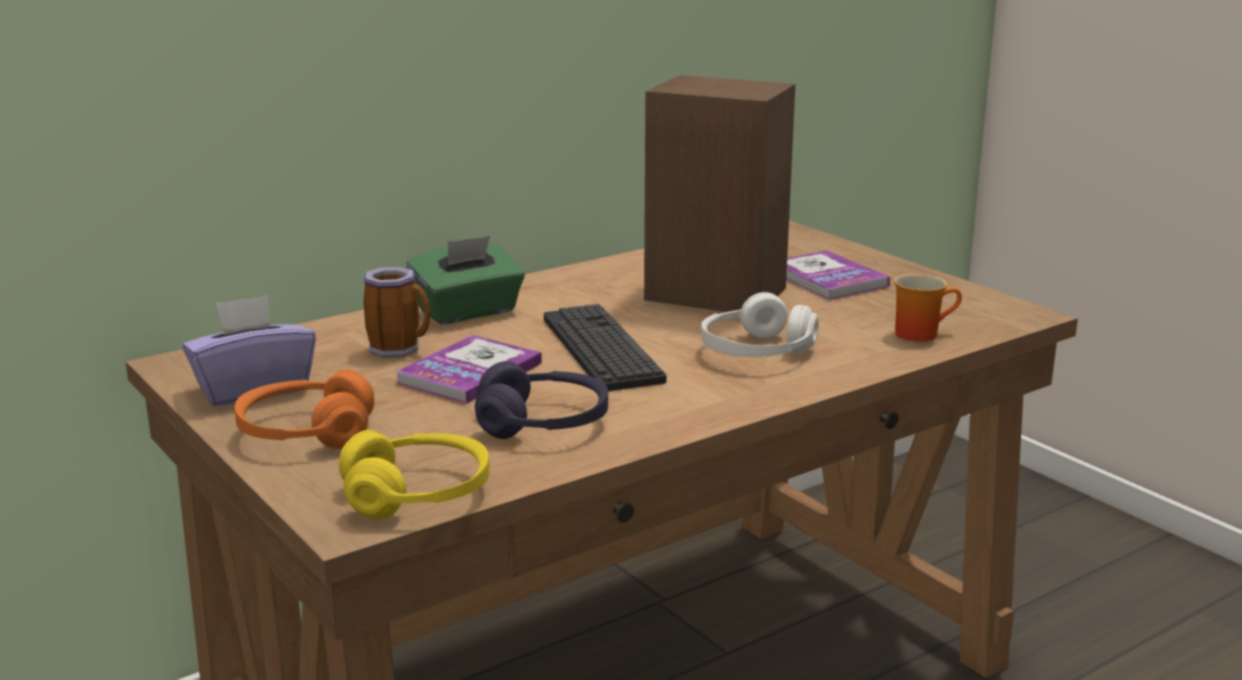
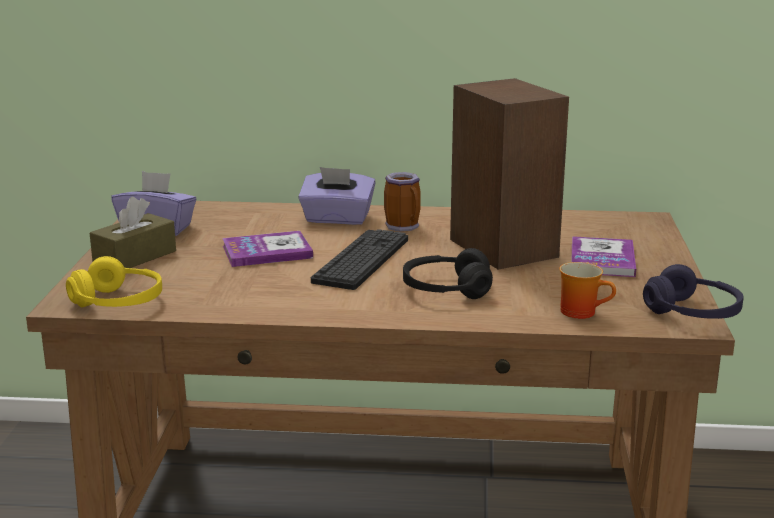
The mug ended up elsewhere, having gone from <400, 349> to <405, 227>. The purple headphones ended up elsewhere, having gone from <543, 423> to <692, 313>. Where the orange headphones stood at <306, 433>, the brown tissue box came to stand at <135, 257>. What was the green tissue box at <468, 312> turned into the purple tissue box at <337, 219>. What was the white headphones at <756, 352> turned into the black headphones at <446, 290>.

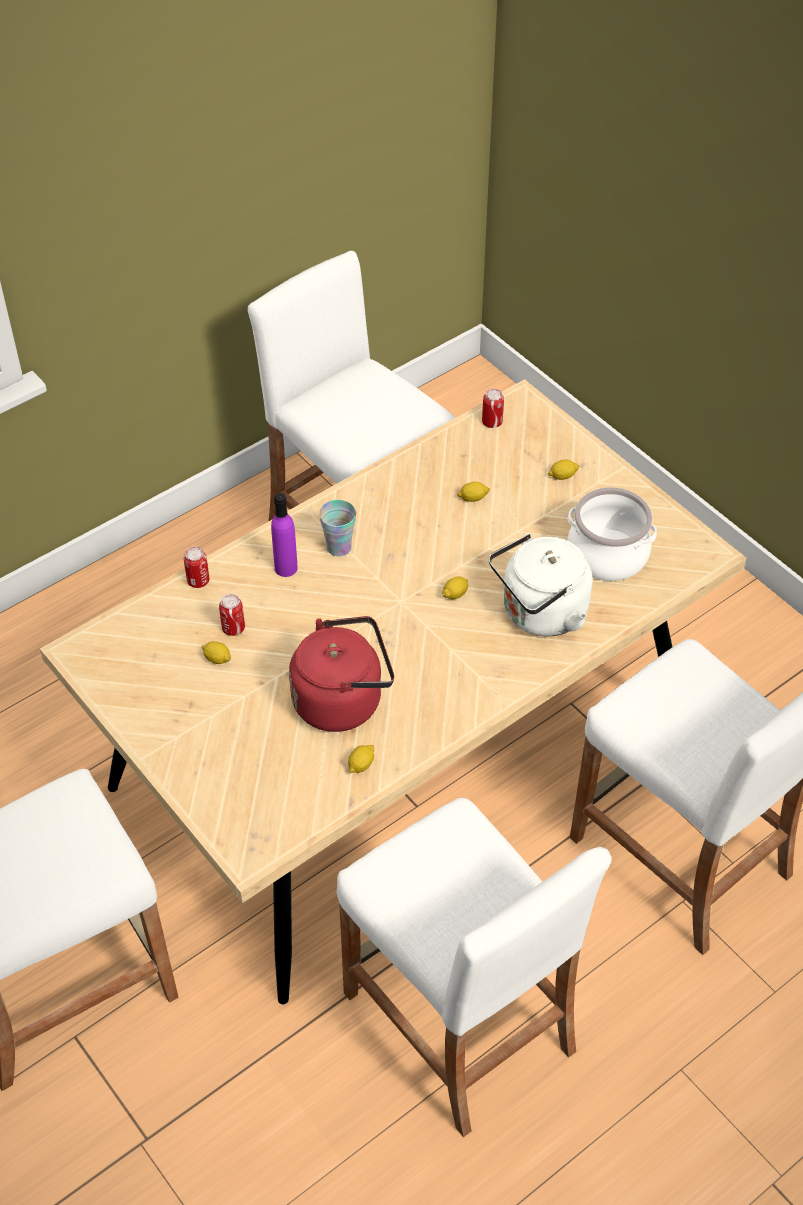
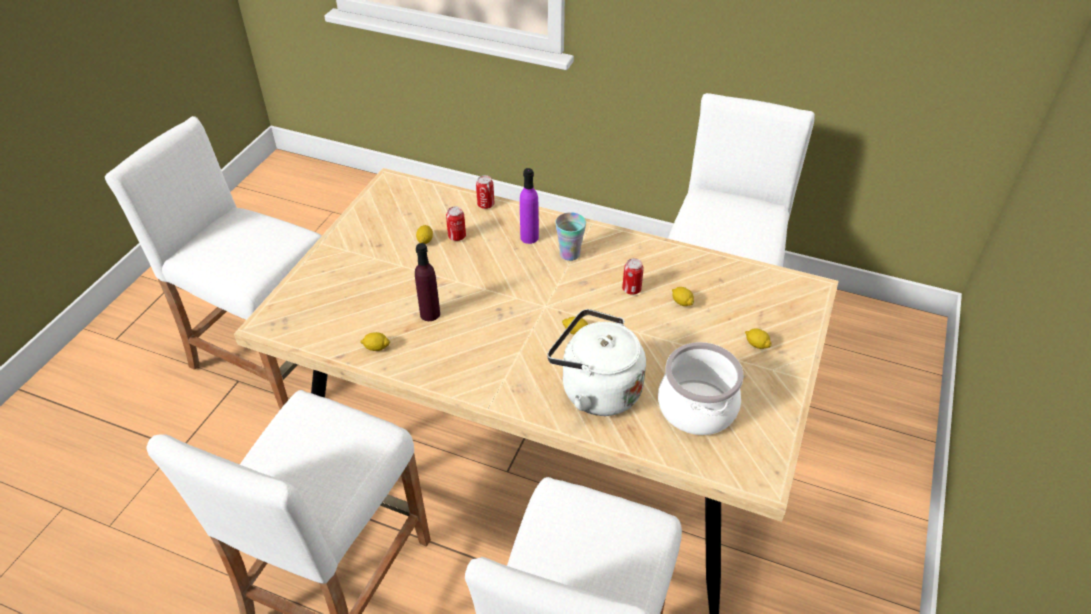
The can ended up elsewhere, having gone from <492, 422> to <631, 289>. Where the red kettle stood at <343, 700>, the purple bottle came to stand at <430, 314>.

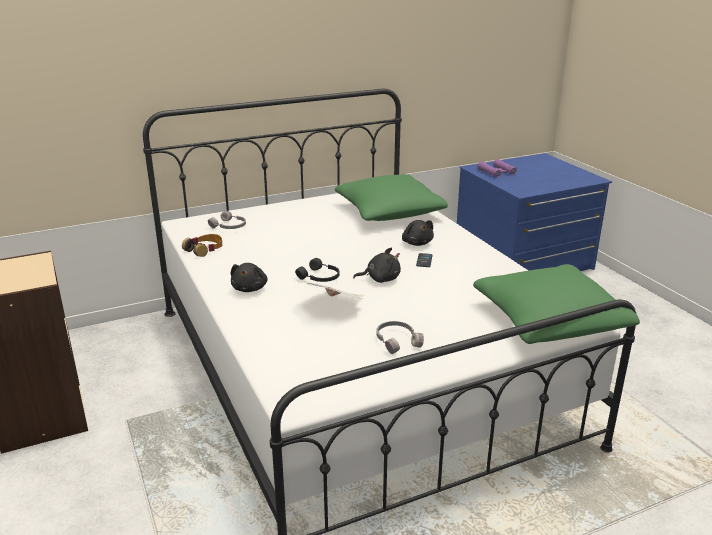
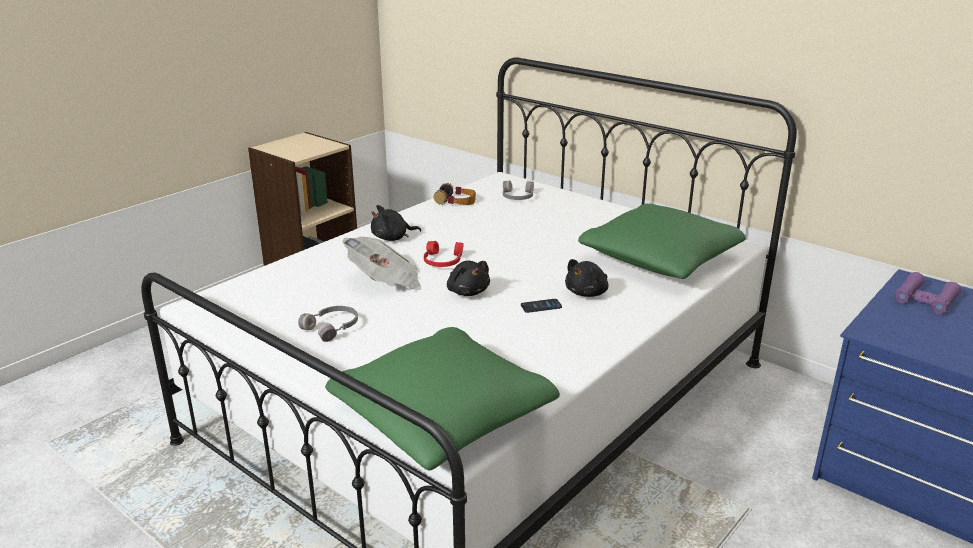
What was the black headphones at <319, 278> turned into the red headphones at <442, 261>.

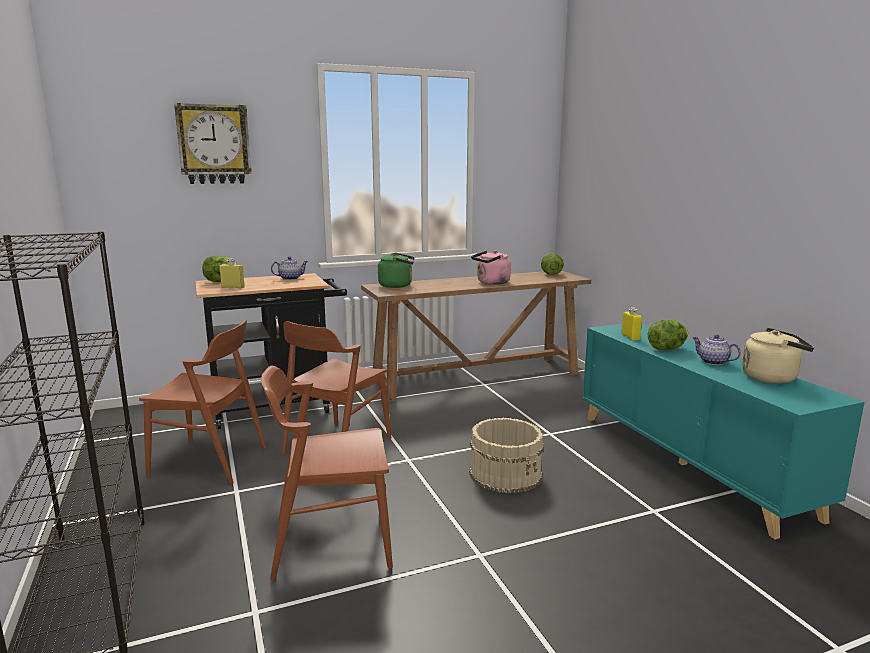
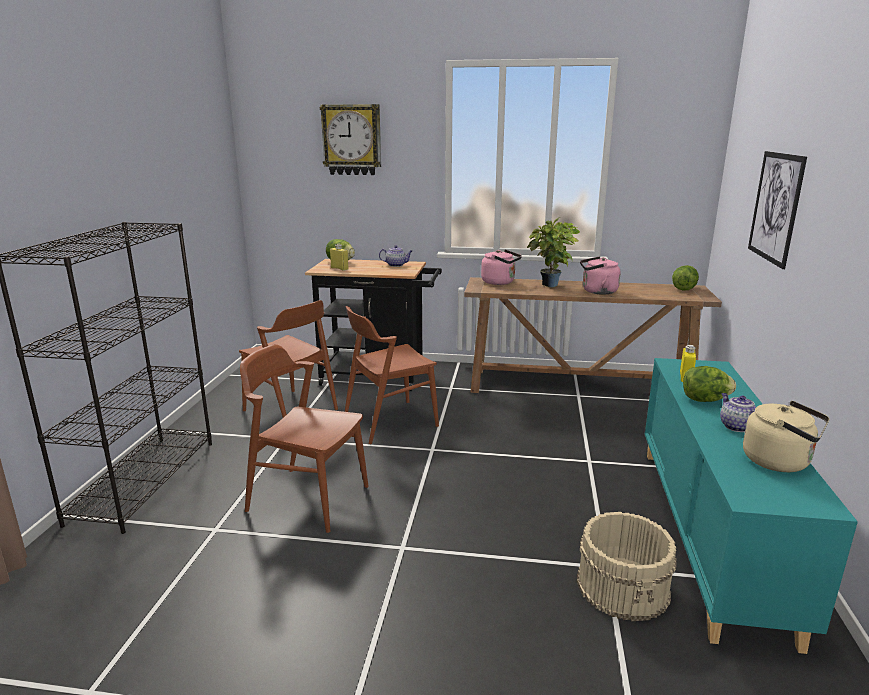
The second view gained the potted plant at <551, 286>. The second view gained the picture at <775, 207>. The beige bucket ended up elsewhere, having gone from <506, 474> to <623, 586>. What was the green kettle at <397, 285> turned into the pink kettle at <500, 282>.

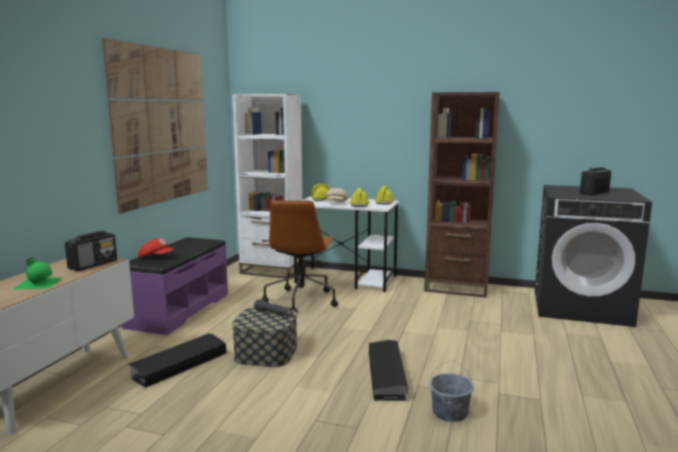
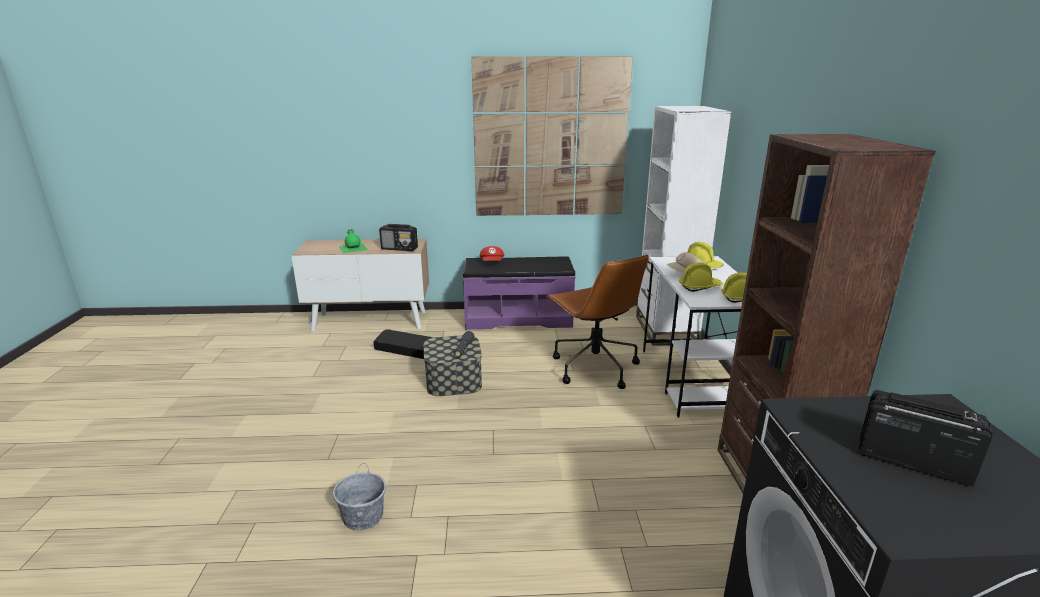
The second view lost the black storage box at <386, 375>. The brown office chair at <301, 300> ended up facing another way, 105 degrees counterclockwise from before.

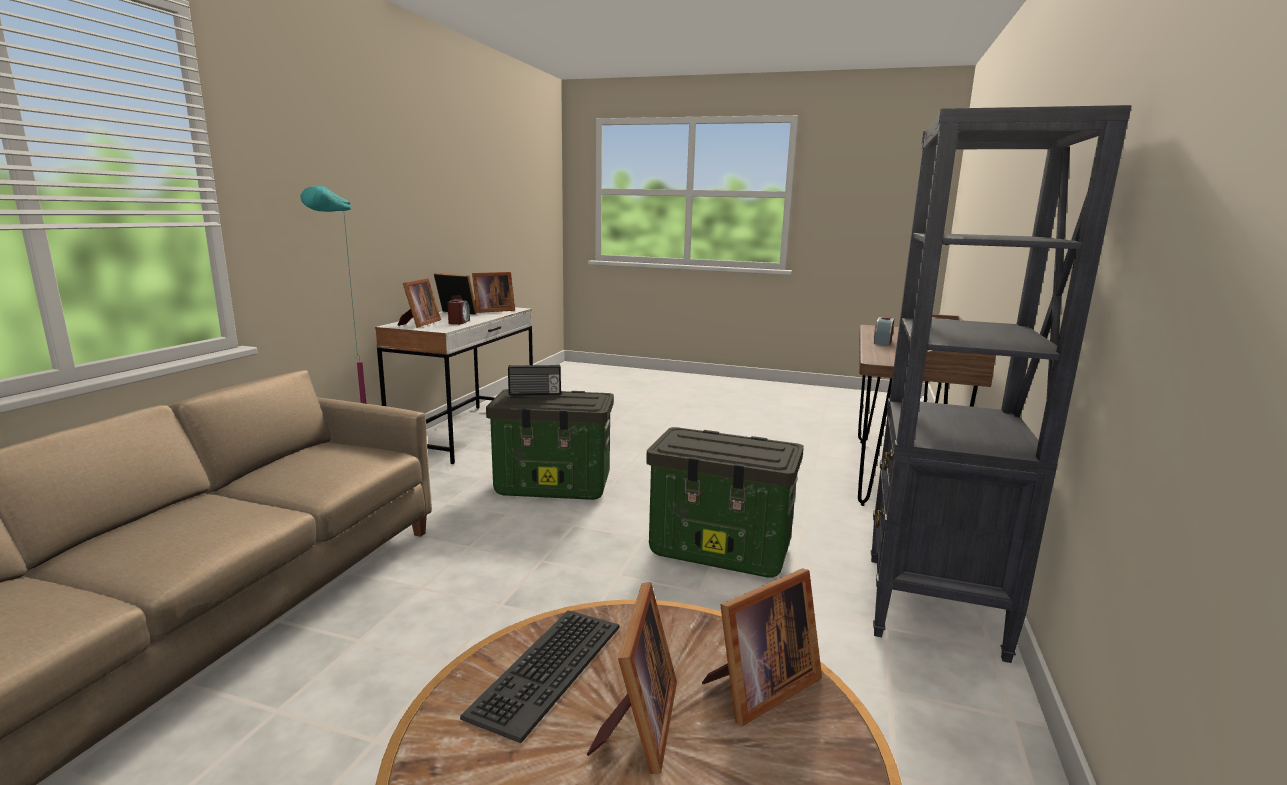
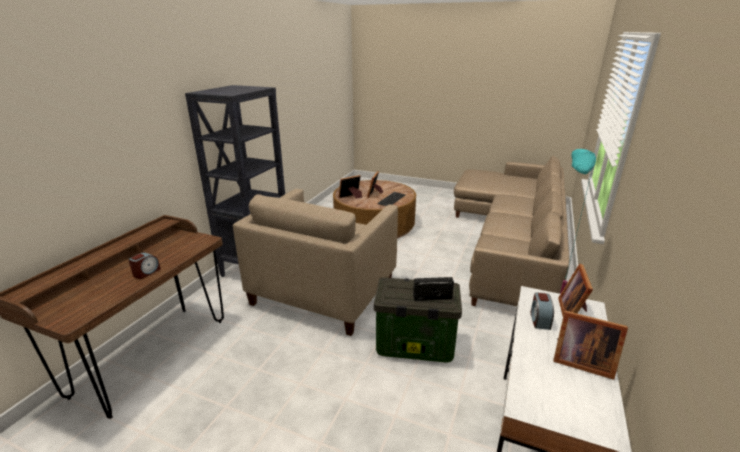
The second view lost the picture frame at <491, 310>. Where the storage box stood at <722, 550>, the beige armchair came to stand at <323, 292>.

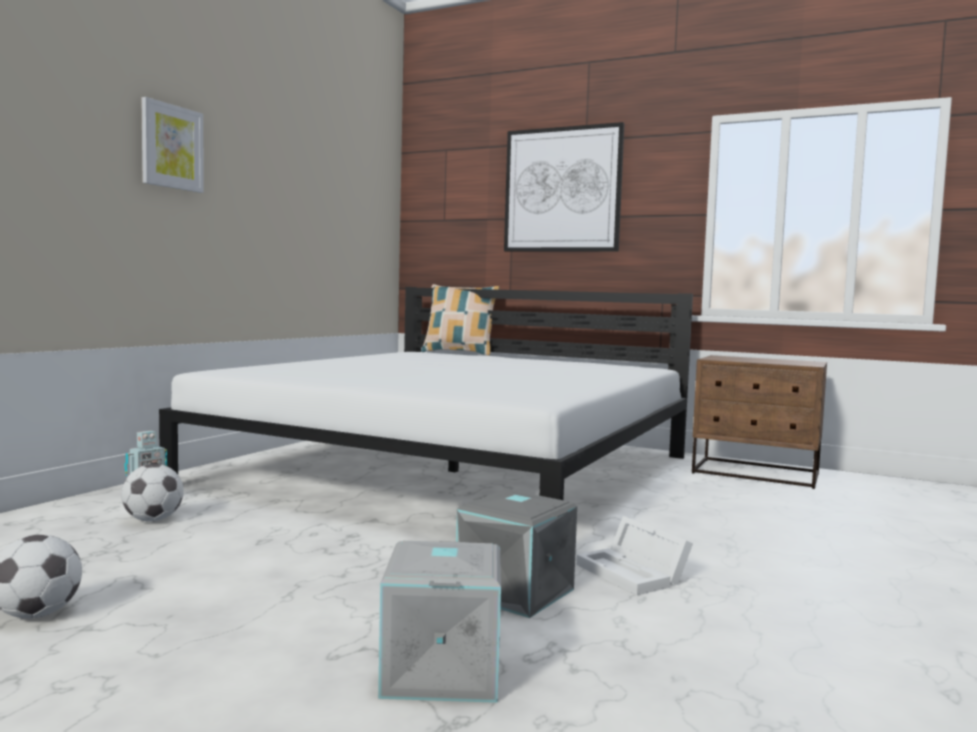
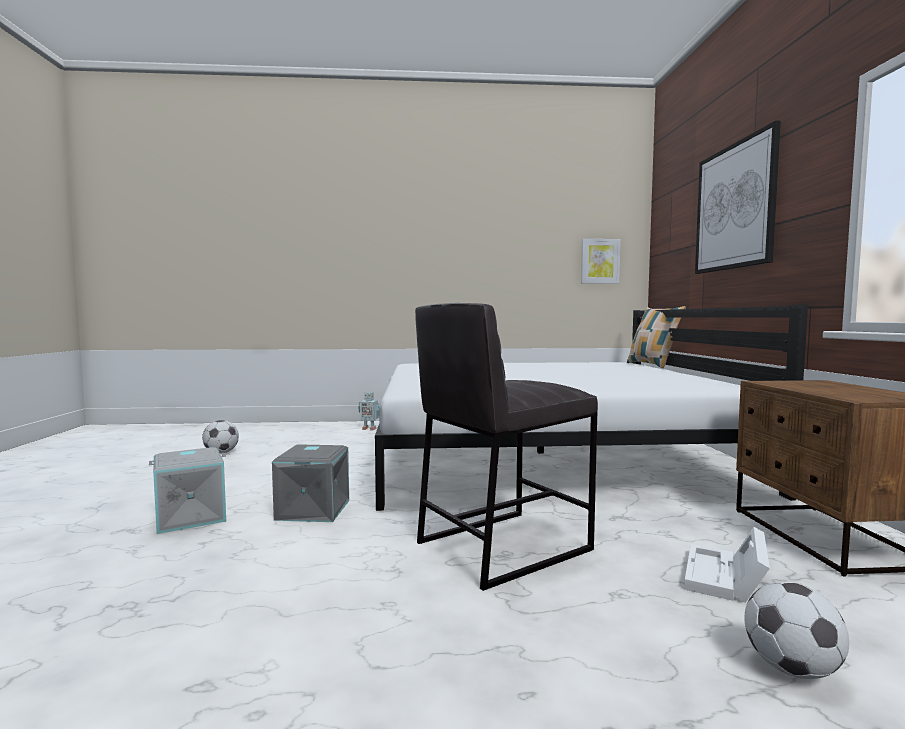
The second view gained the grey stool at <501, 545>. The football ended up elsewhere, having gone from <153, 520> to <791, 669>. The picture ended up elsewhere, having gone from <171, 147> to <600, 261>. The white storage box ended up elsewhere, having gone from <634, 574> to <725, 579>.

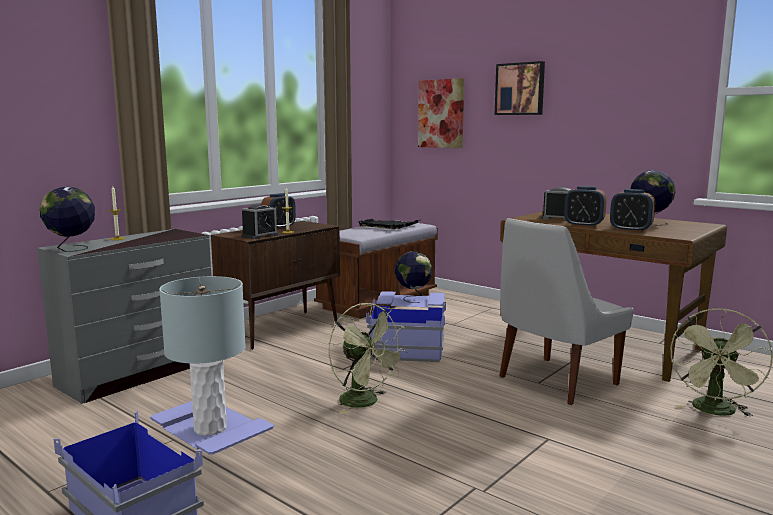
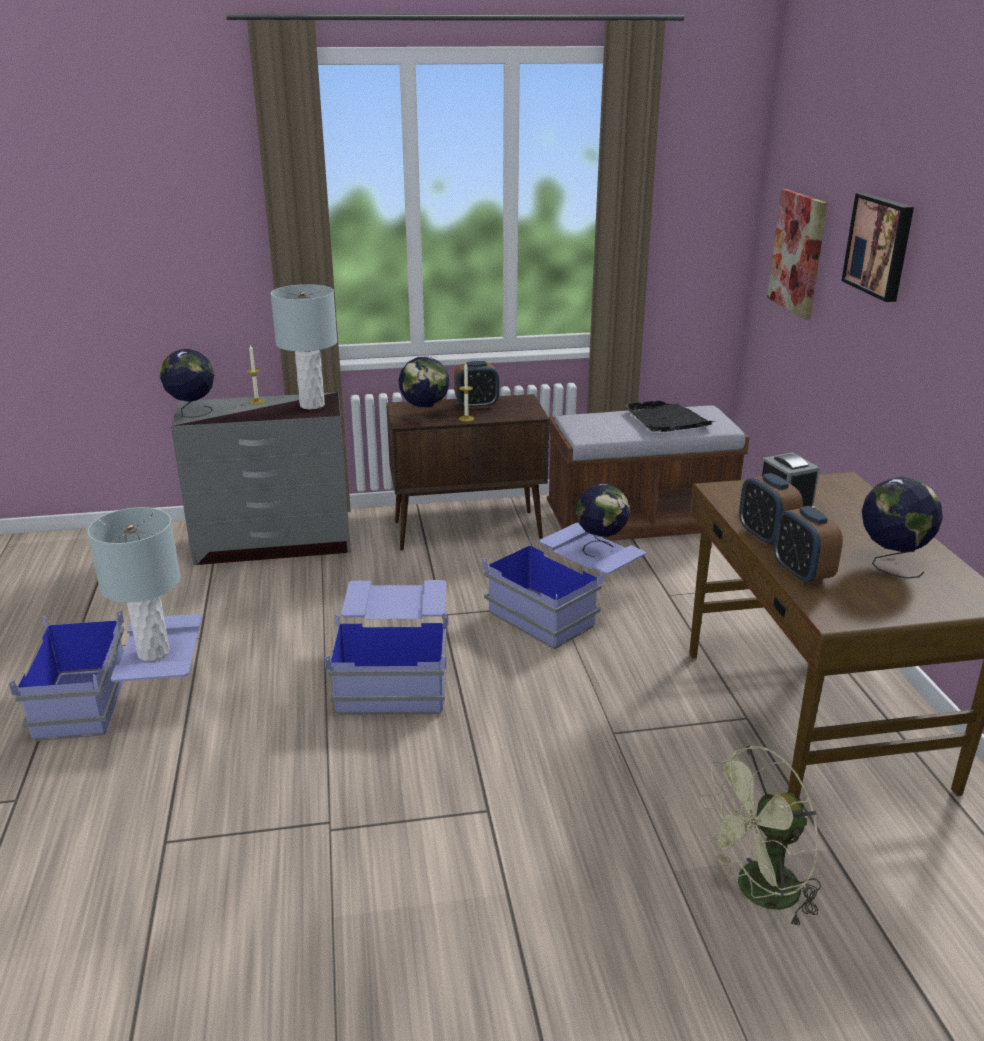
The second view lost the white chair at <554, 382>. The second view gained the grey table lamp at <312, 405>. Where the alarm clock stood at <260, 235>, the globe came to stand at <425, 419>. Where the green fan stood at <365, 403>, the blue storage box came to stand at <395, 671>.

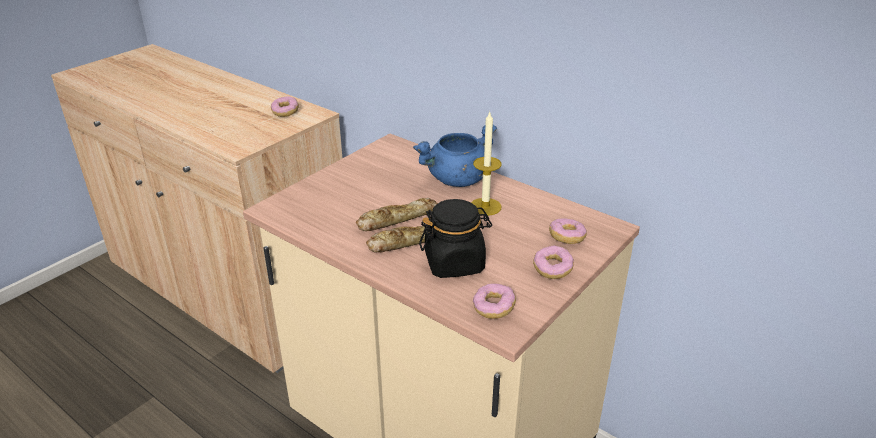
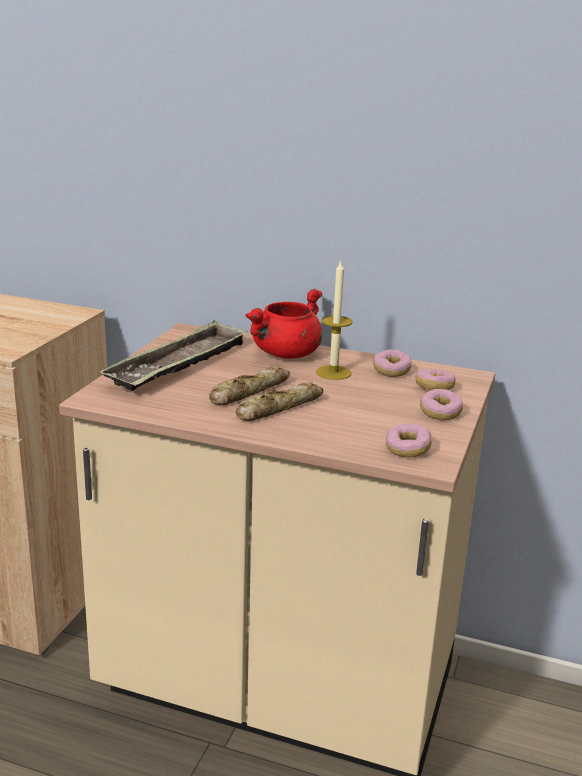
The second view lost the black jar at <455, 263>. The second view gained the tray at <179, 365>. The donut ended up elsewhere, having gone from <285, 112> to <391, 371>. What was the blue cooking pot at <457, 180> turned into the red cooking pot at <286, 354>.

